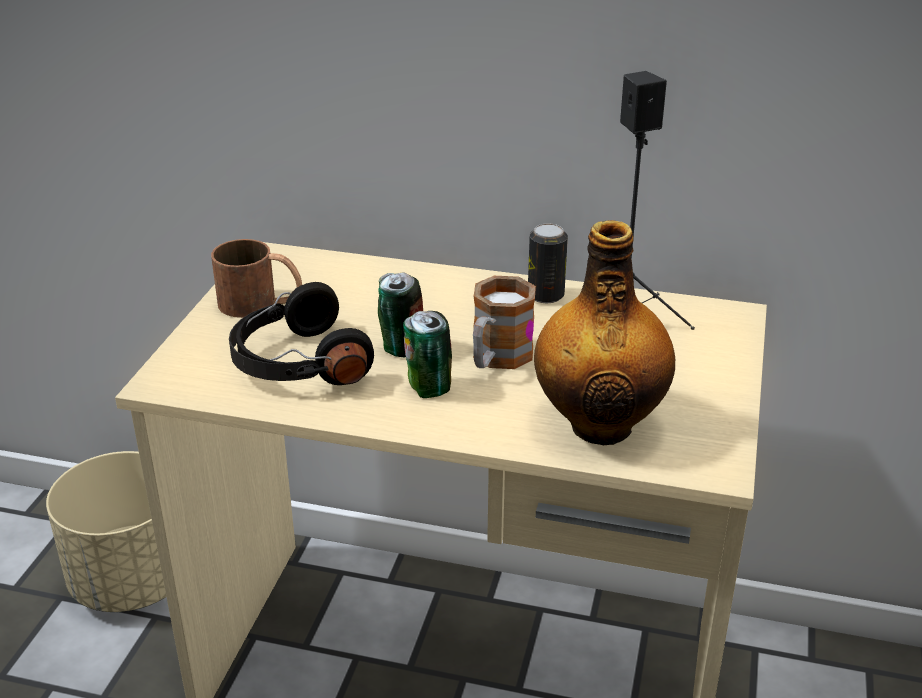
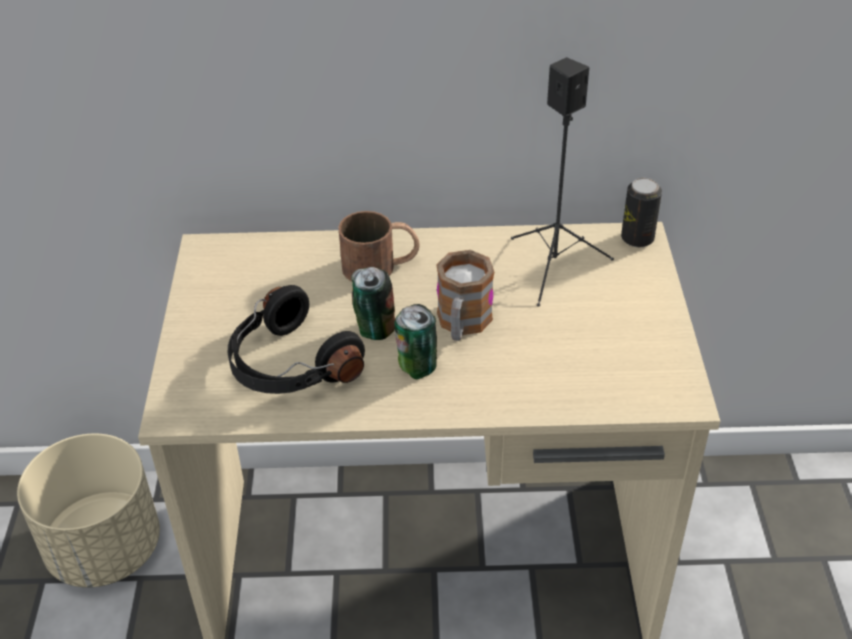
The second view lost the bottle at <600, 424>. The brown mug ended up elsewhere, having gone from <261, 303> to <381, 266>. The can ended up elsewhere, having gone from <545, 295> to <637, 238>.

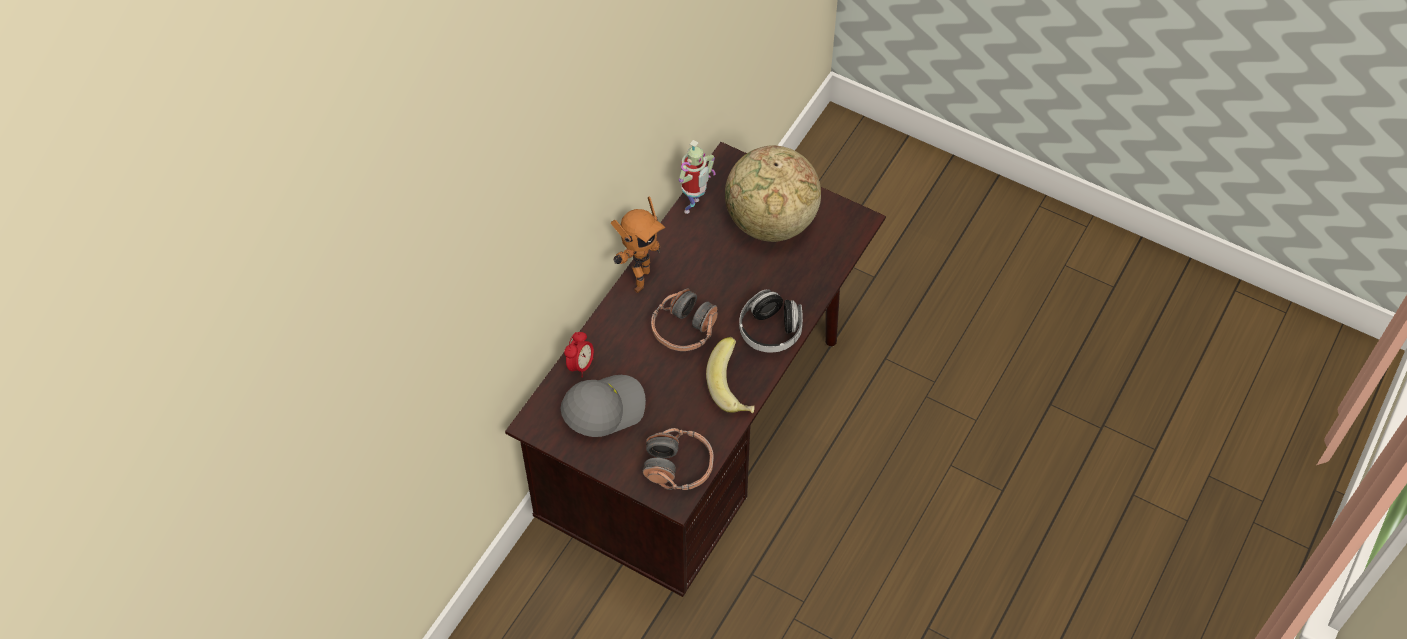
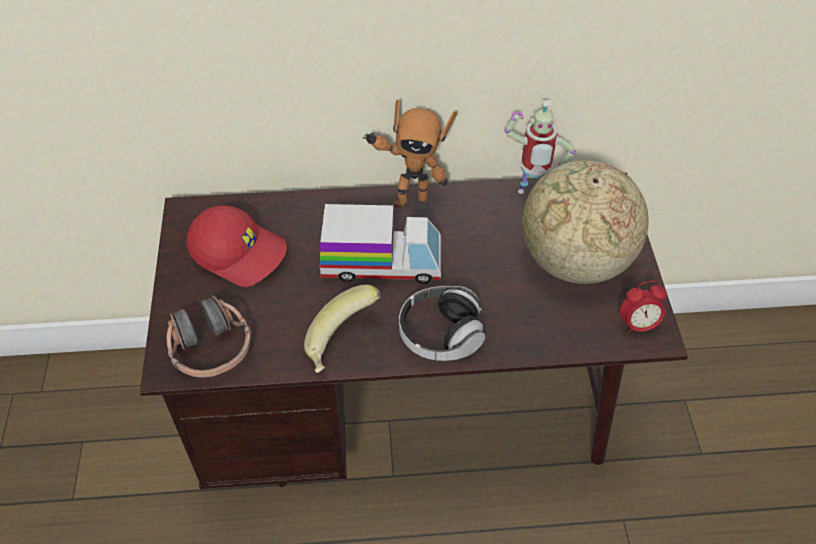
The alarm clock ended up elsewhere, having gone from <580, 365> to <638, 325>. Where the headphones stood at <684, 329>, the toy truck came to stand at <382, 263>. What was the grey cap at <603, 408> turned into the red cap at <240, 252>.

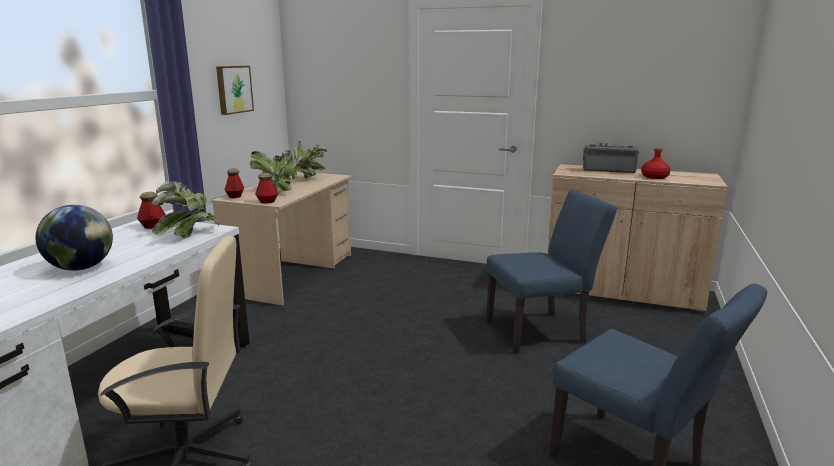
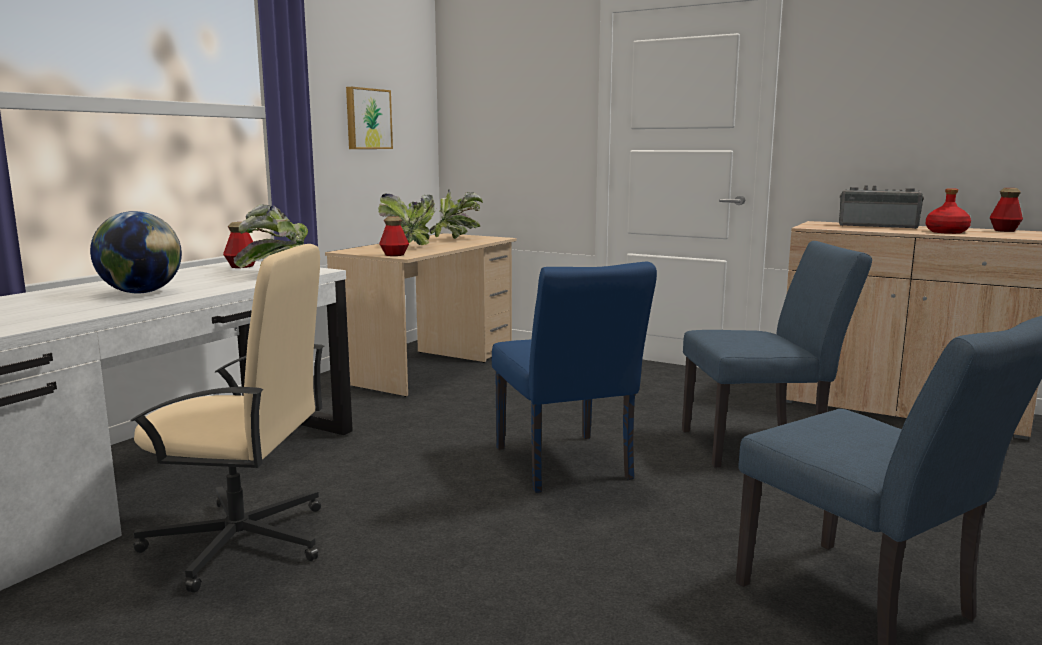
The second view gained the blue chair at <566, 467>. The bottle ended up elsewhere, having gone from <235, 196> to <1004, 230>.

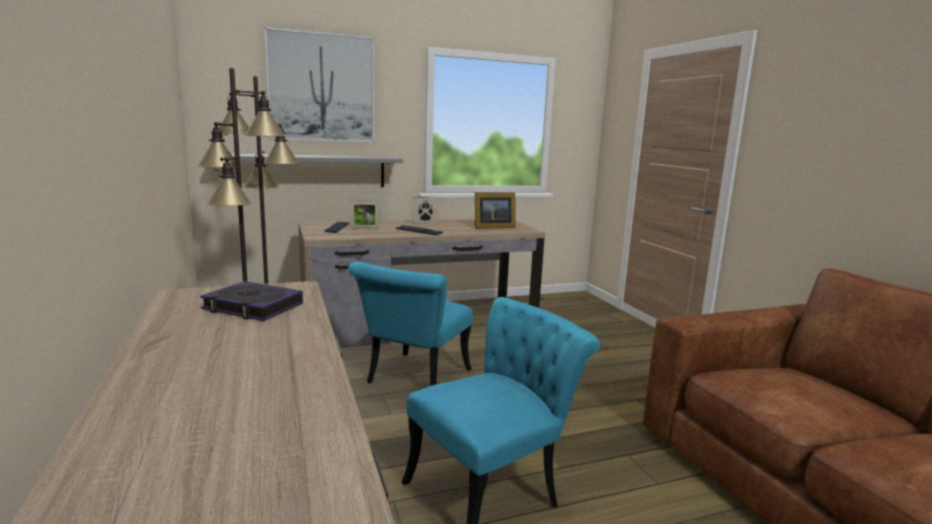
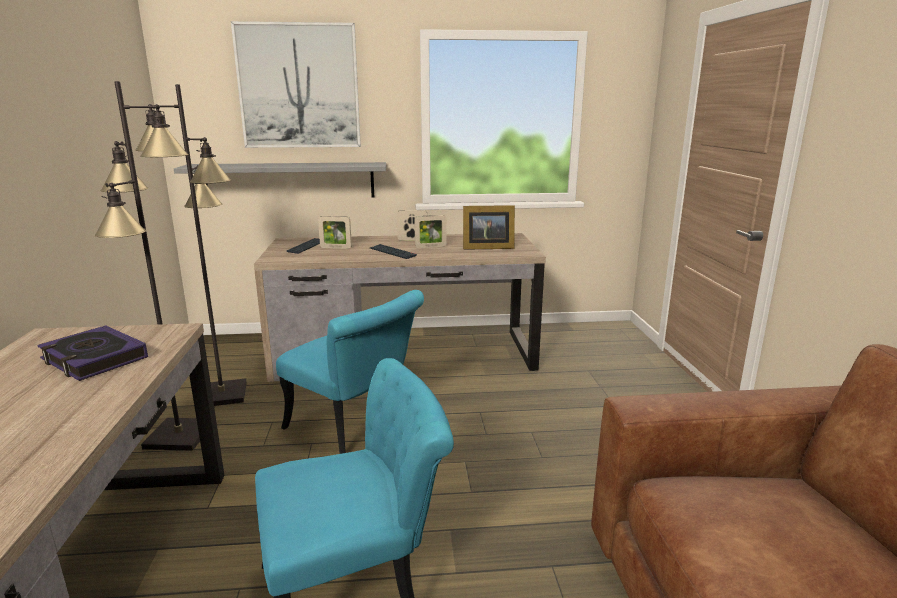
The second view gained the picture frame at <430, 247>. The turquoise chair at <413, 380> ended up facing another way, 90 degrees counterclockwise from before.

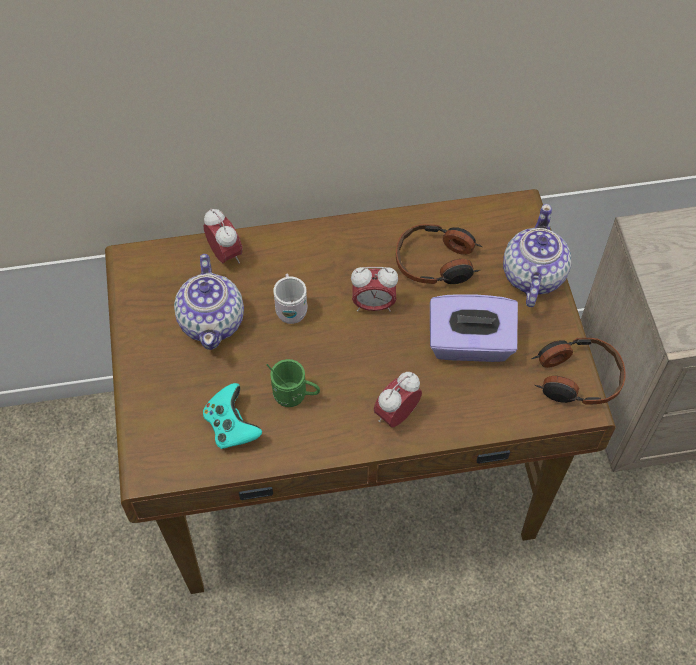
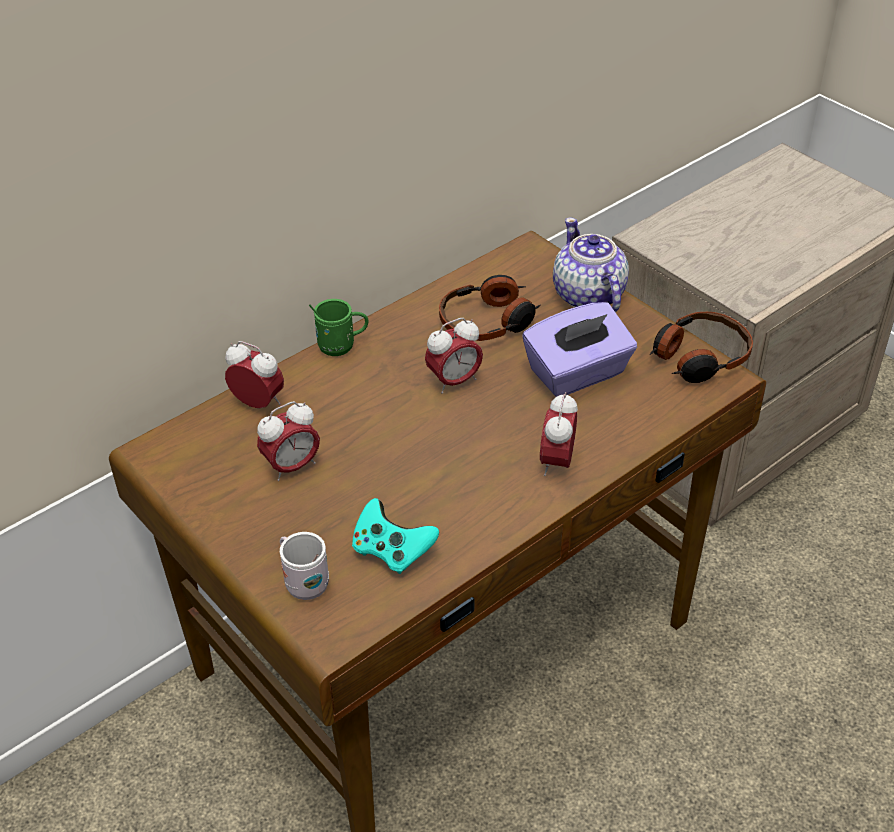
The green mug ended up elsewhere, having gone from <295, 396> to <342, 346>. The white mug ended up elsewhere, having gone from <291, 308> to <303, 582>. Where the teapot stood at <212, 321>, the alarm clock came to stand at <292, 467>.

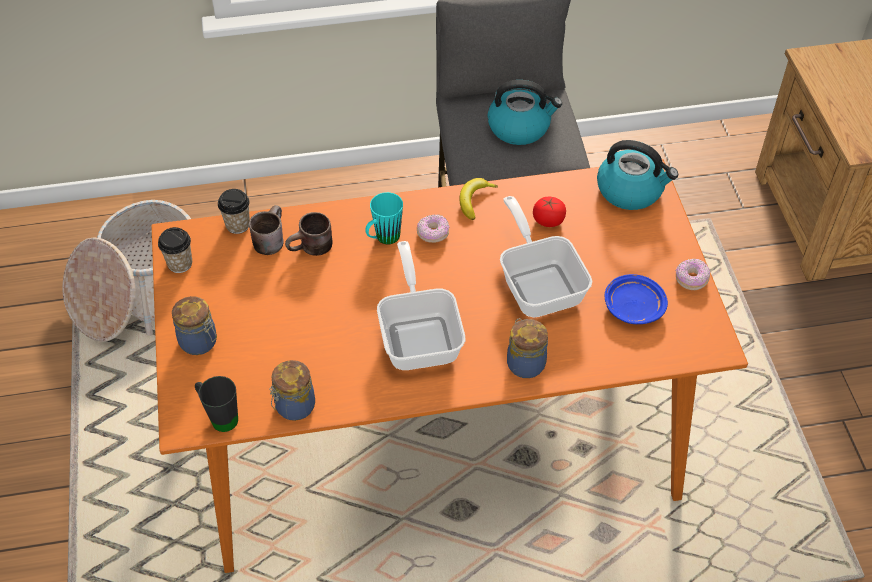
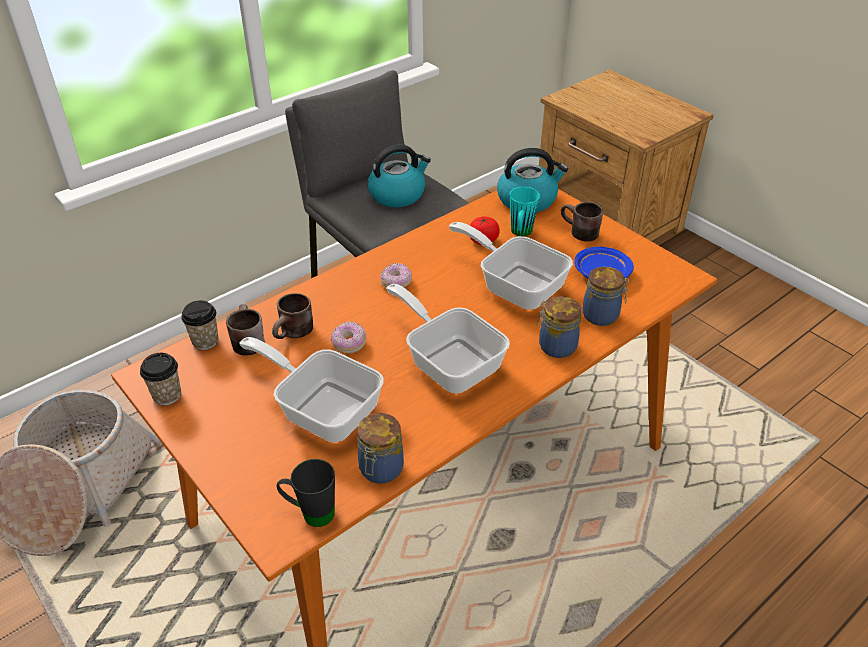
The second view lost the banana at <474, 200>. The second view gained the frying pan at <322, 408>. The second view gained the brown mug at <578, 233>. The jar ended up elsewhere, having gone from <200, 342> to <602, 315>. The turquoise mug ended up elsewhere, having gone from <383, 239> to <520, 234>. The donut ended up elsewhere, having gone from <691, 279> to <349, 344>.

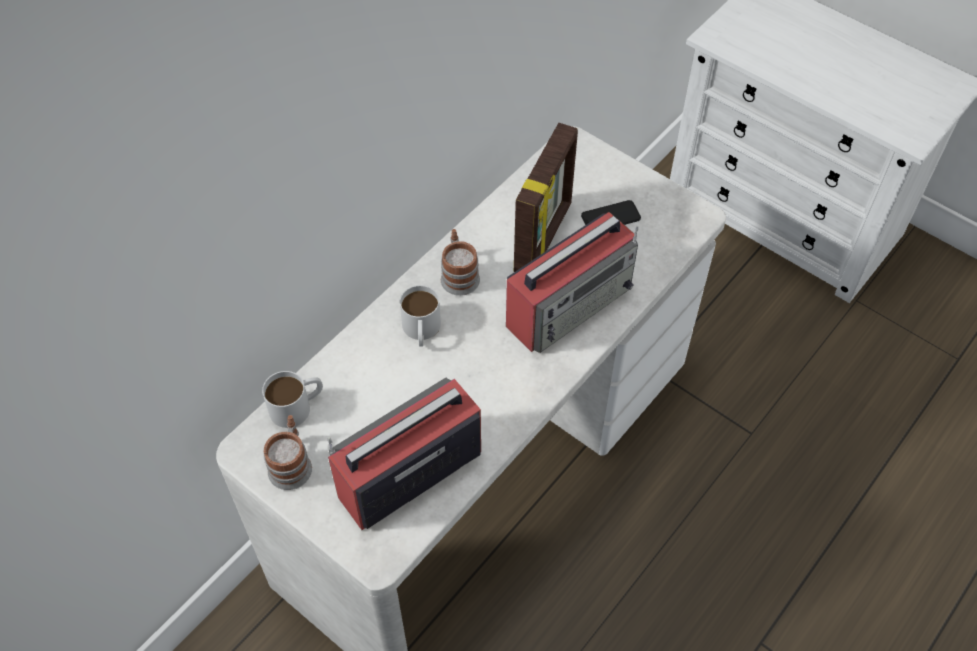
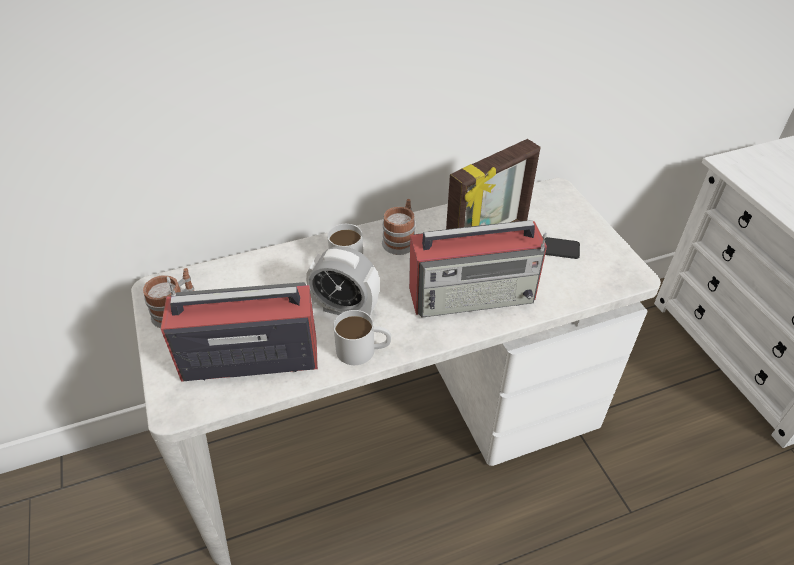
The second view gained the alarm clock at <345, 308>. The white mug ended up elsewhere, having gone from <297, 406> to <363, 350>.

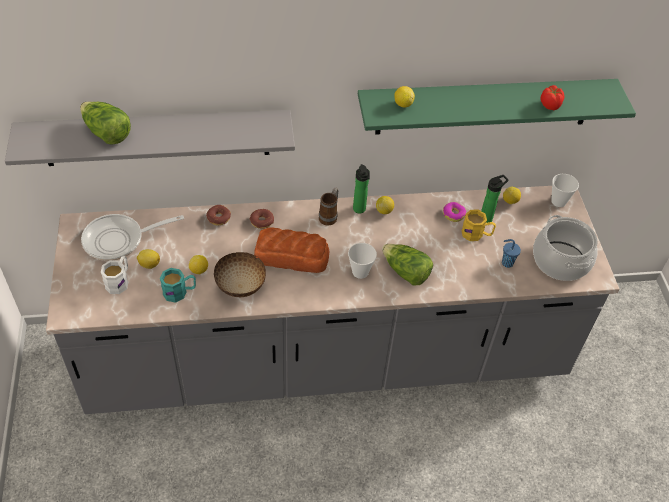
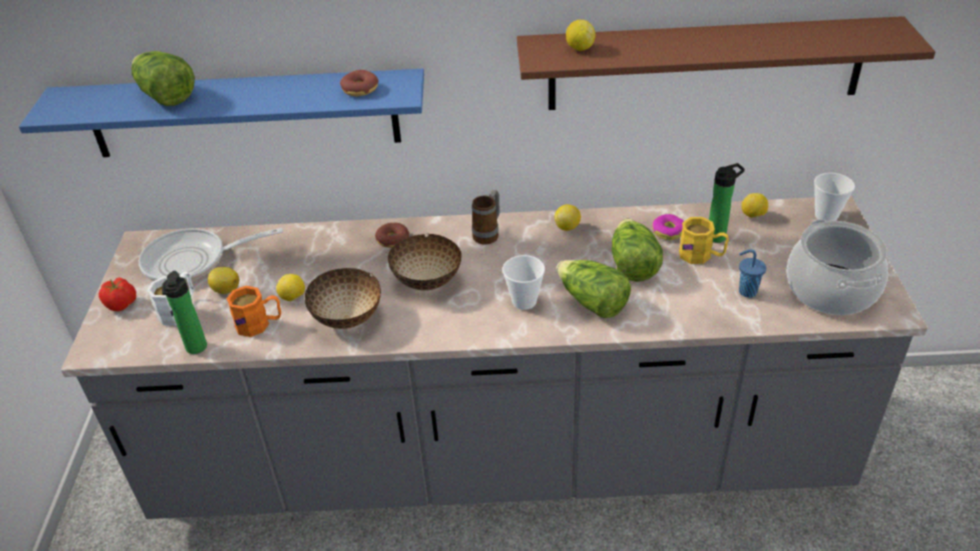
The second view gained the lettuce at <632, 265>. The donut ended up elsewhere, having gone from <219, 218> to <360, 89>. The bottle ended up elsewhere, having gone from <359, 210> to <196, 349>. The tomato ended up elsewhere, having gone from <550, 105> to <122, 304>. Where the bread stood at <292, 256>, the bowl came to stand at <428, 282>. What was the grey shelf at <157, 137> turned into the blue shelf at <243, 114>. What was the turquoise mug at <180, 292> turned into the orange mug at <259, 324>. What was the green shelf at <484, 106> turned into the brown shelf at <705, 64>.

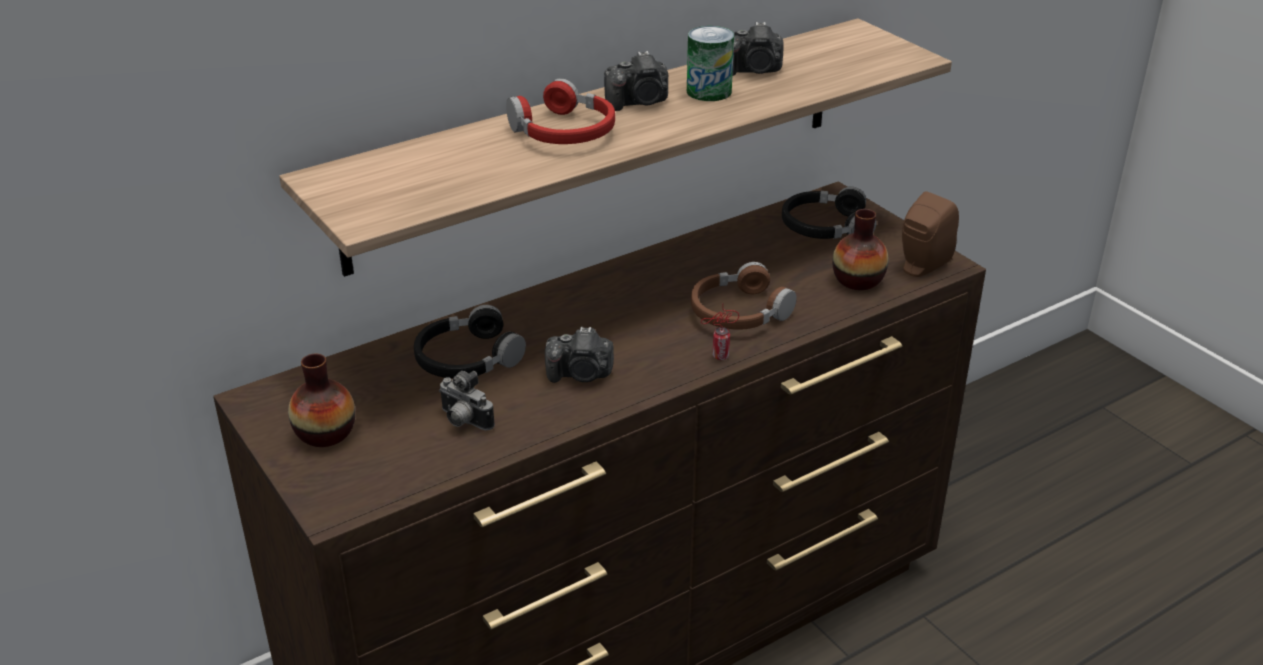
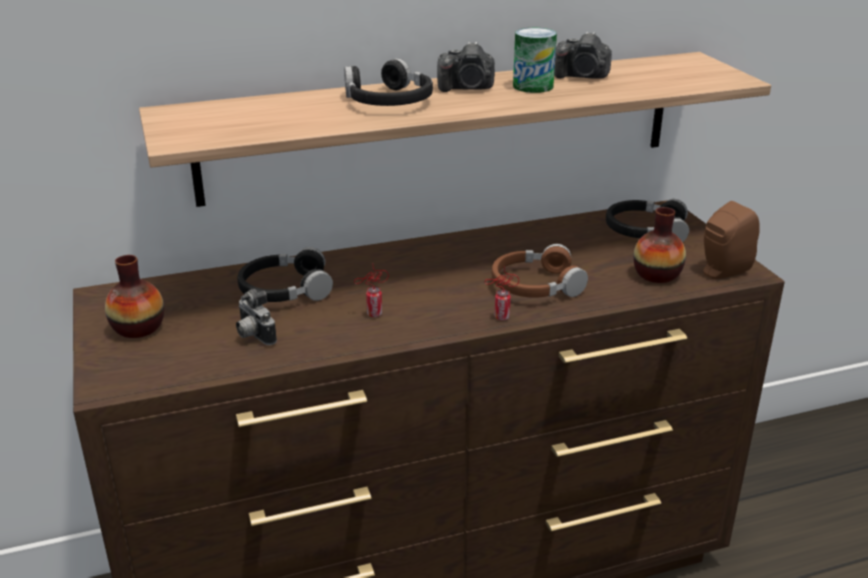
Where the photo camera stood at <581, 374>, the can came to stand at <372, 314>. What was the red headphones at <563, 132> turned into the black headphones at <388, 101>.

